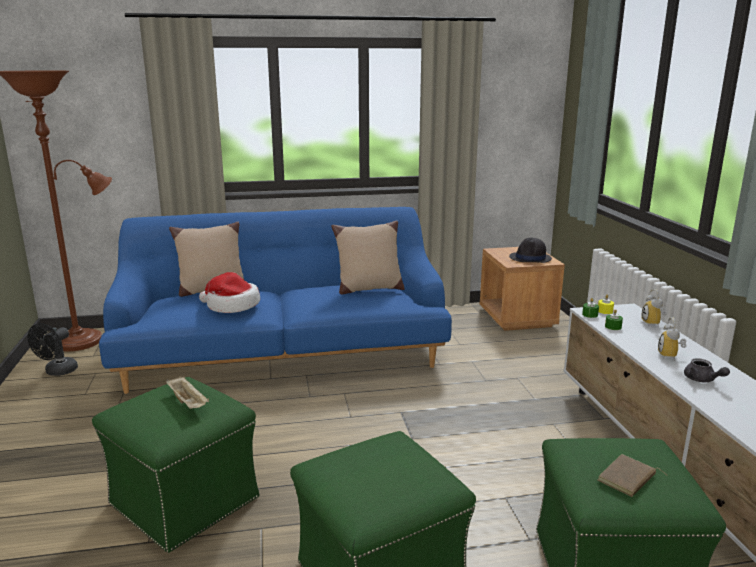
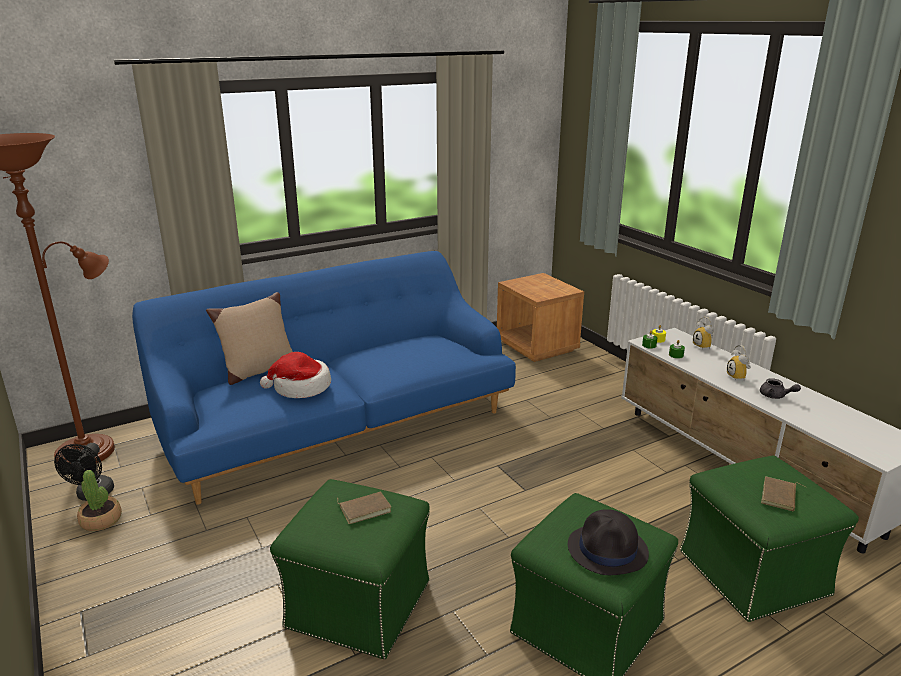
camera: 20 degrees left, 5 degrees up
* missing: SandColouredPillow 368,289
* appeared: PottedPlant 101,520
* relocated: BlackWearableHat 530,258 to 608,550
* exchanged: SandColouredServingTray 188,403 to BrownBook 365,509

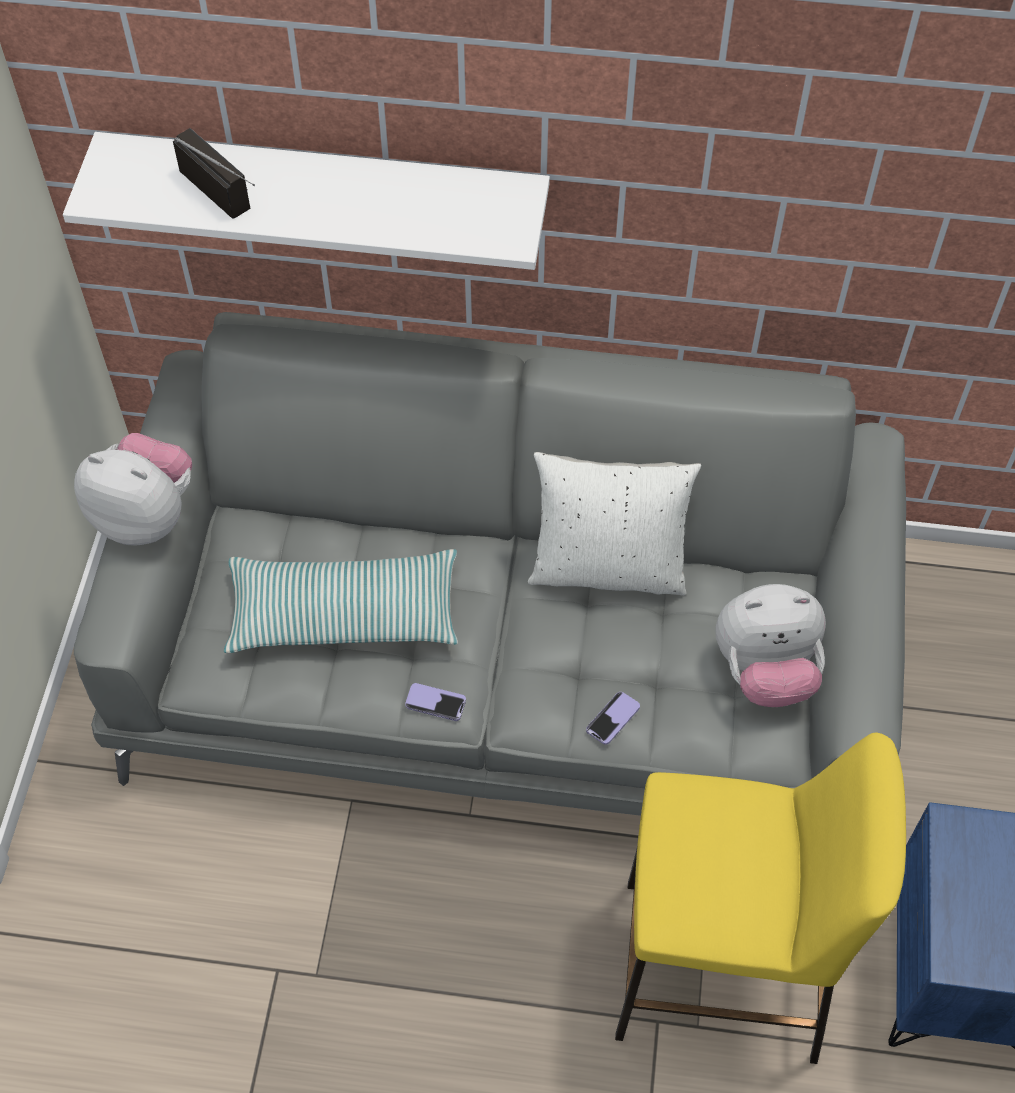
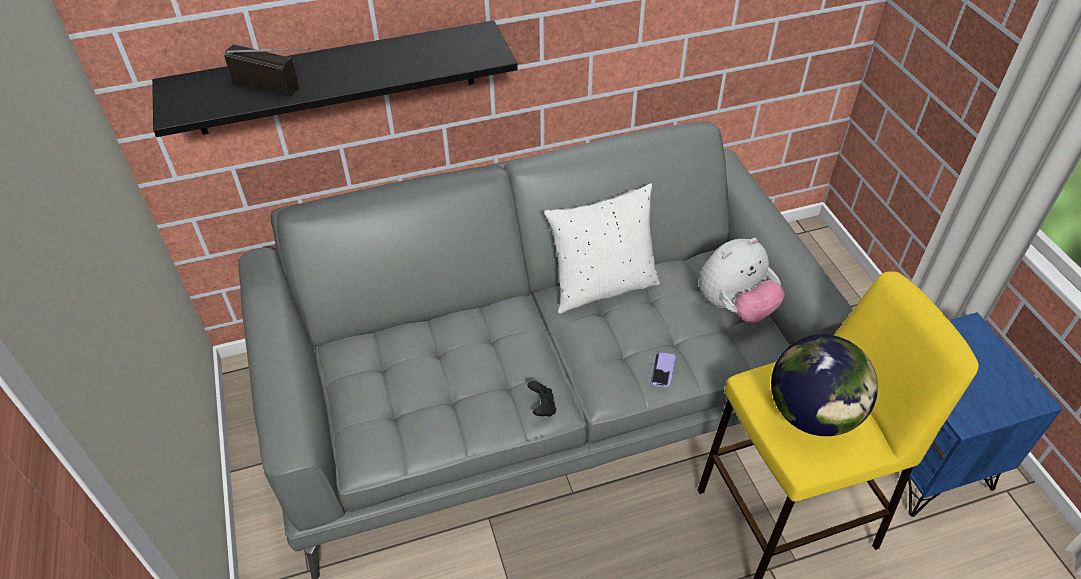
camera: 25 degrees left, 10 degrees down
* missing: SoftToy 146,515
* missing: Pillow 344,614
* appeared: Globe 812,414
* exchanged: Telephone 435,703 to BlackJoypad 542,407
* colour: WhitishShelf 324,188 to BlackShelf 336,78

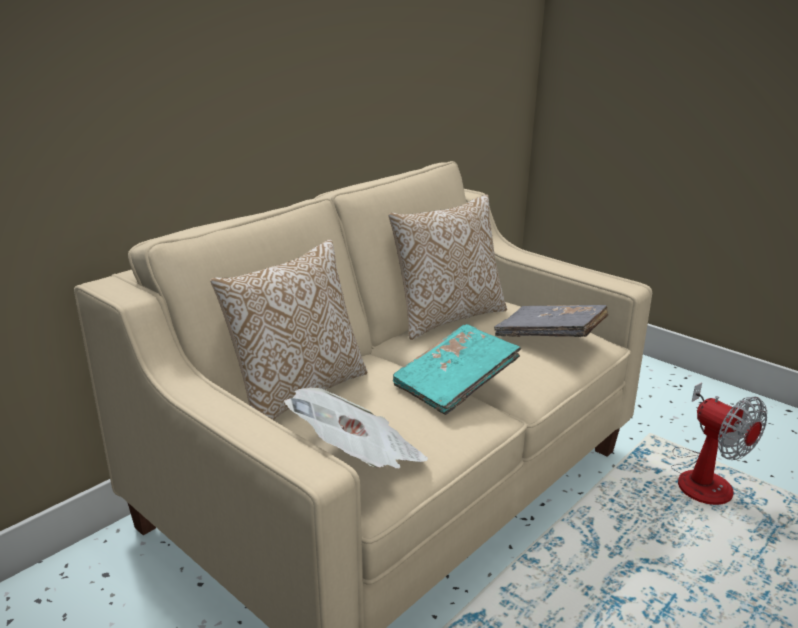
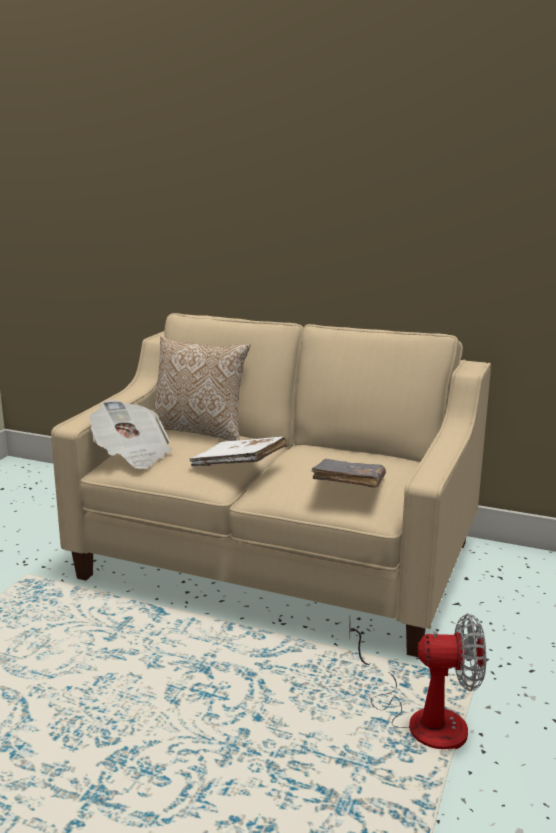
camera: 70 degrees right, 5 degrees down
* missing: Pillow 446,317
* colour: BlueGreenBook 455,384 to WhitishBook 239,466
* spun: ElectricFan 702,477 = 422,718 120 degrees counterclockwise

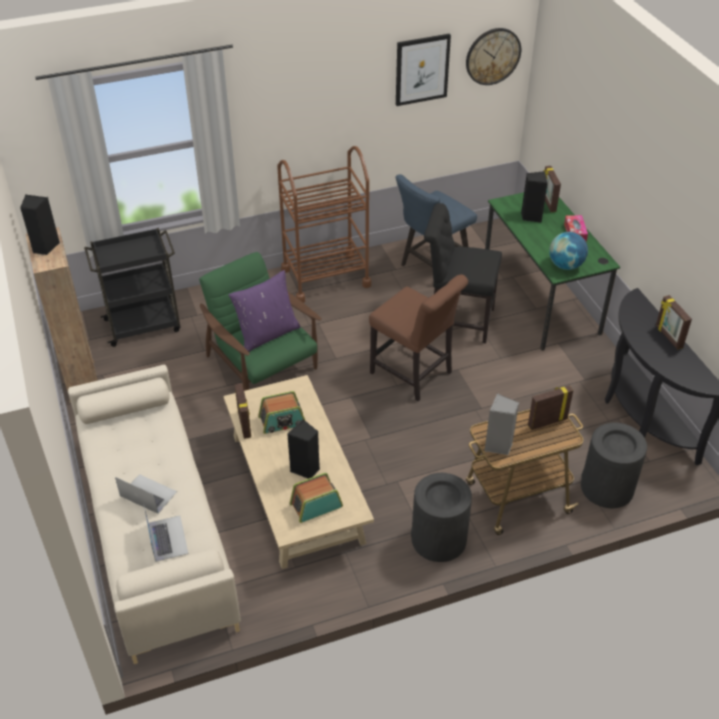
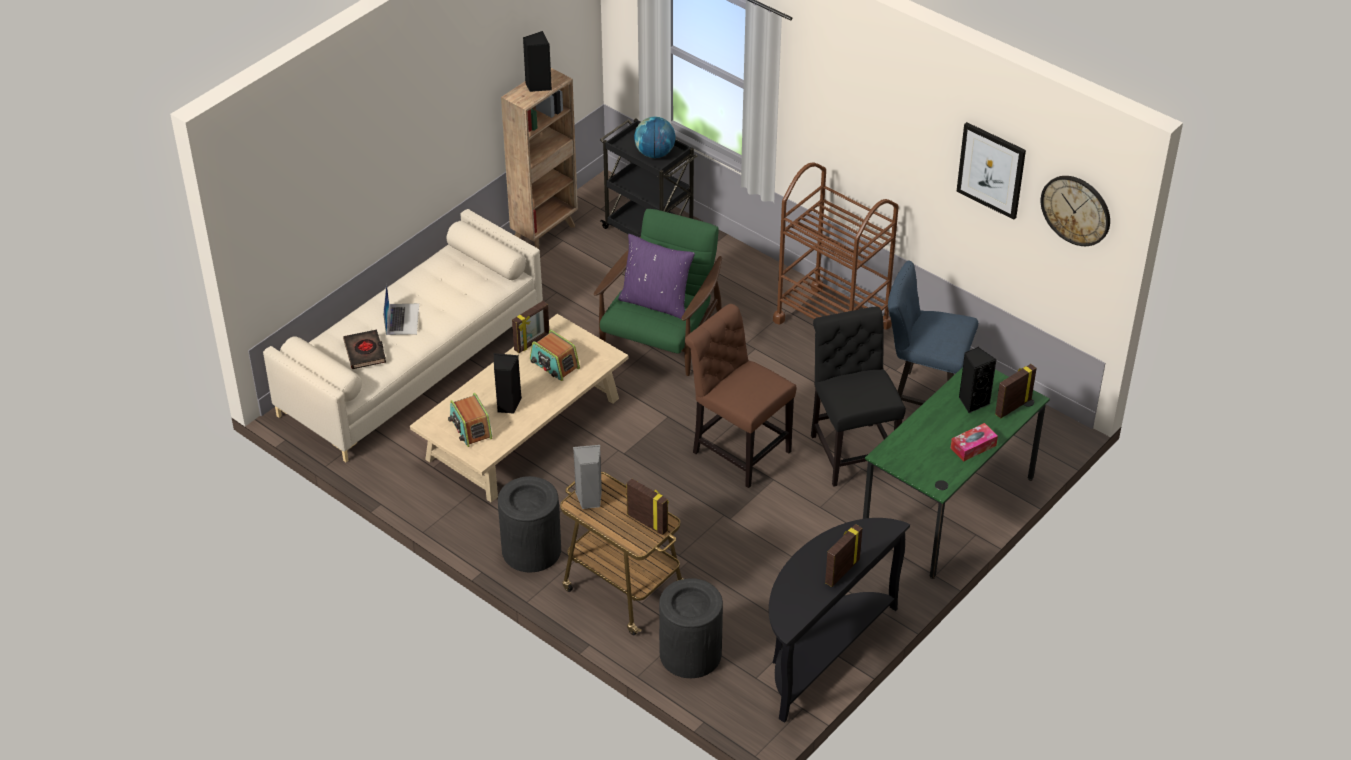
camera: 60 degrees right, 0 degrees up
* relocated: Globe 565,265 to 655,153
* exchanged: NotebookComputer 167,538 to BlackBook 365,352
* spun: RadioReceiver 315,505 = 470,428 150 degrees counterclockwise
* spun: BrownUprightChair 414,375 = 737,450 120 degrees clockwise

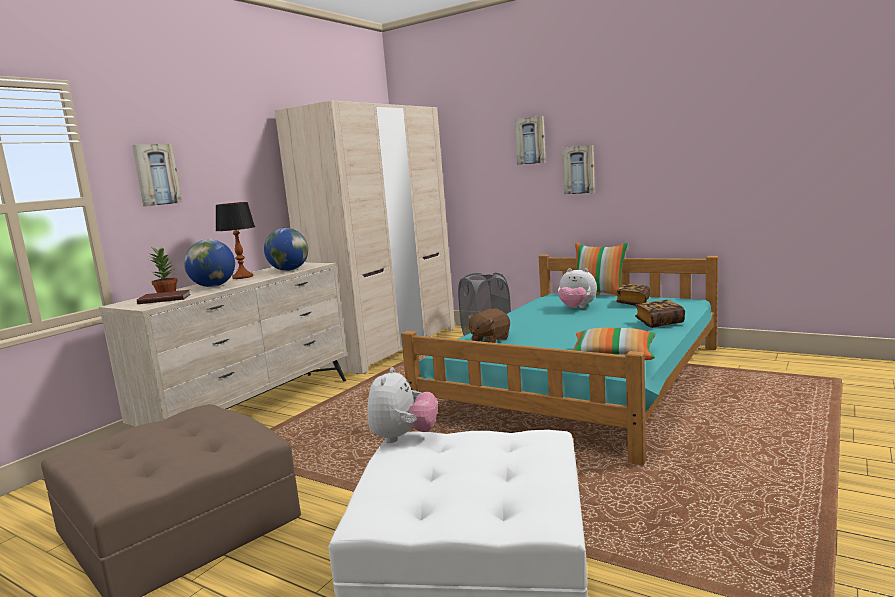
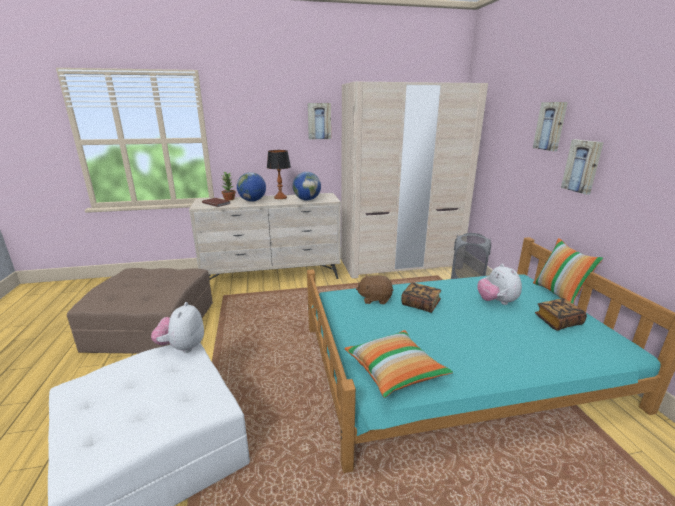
camera: 45 degrees right, 10 degrees up
* relocated: WallPicture 156,175 to 319,121
* relocated: Book 659,323 to 420,304
* spun: SoftToy 403,438 = 182,347 120 degrees clockwise

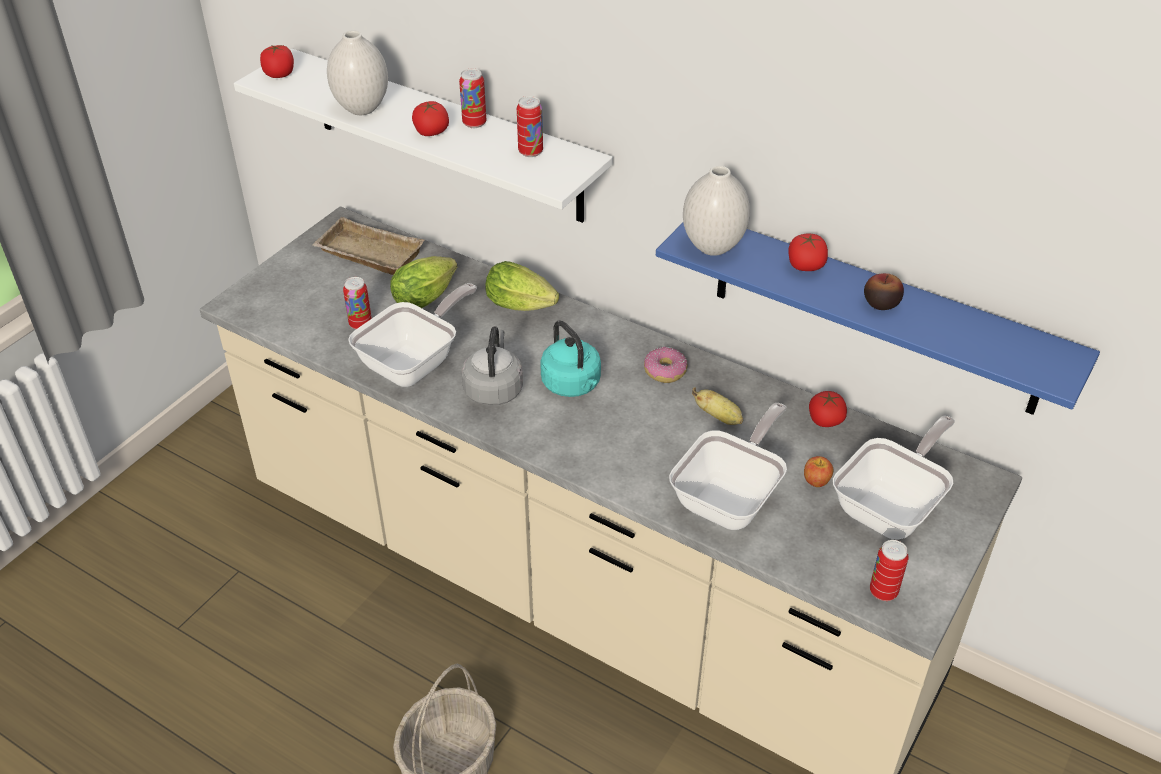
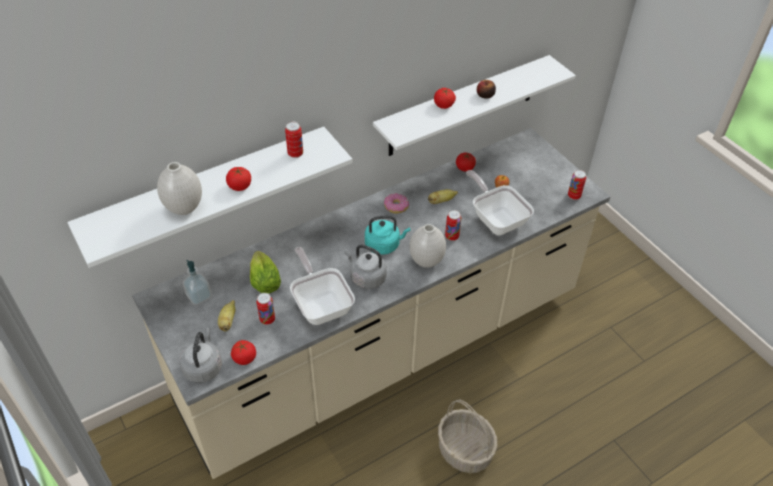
camera: 65 degrees left, 5 degrees up
* missing: Lettuce 524,306
* missing: Pan 892,507
* appeared: GreyTeaKettle 203,367
* appeared: Banana 228,321
* relocated: WholeTomato 279,74 to 245,358
* relocated: SealedCan 474,123 to 452,236
* relocated: WhitishFlowerVase 713,248 to 427,261
* exchanged: SandColouredServingTray 367,255 to SoapDispenser 199,296
* colour: BlueColouredShelf 875,314 to WhitishShelf 463,106

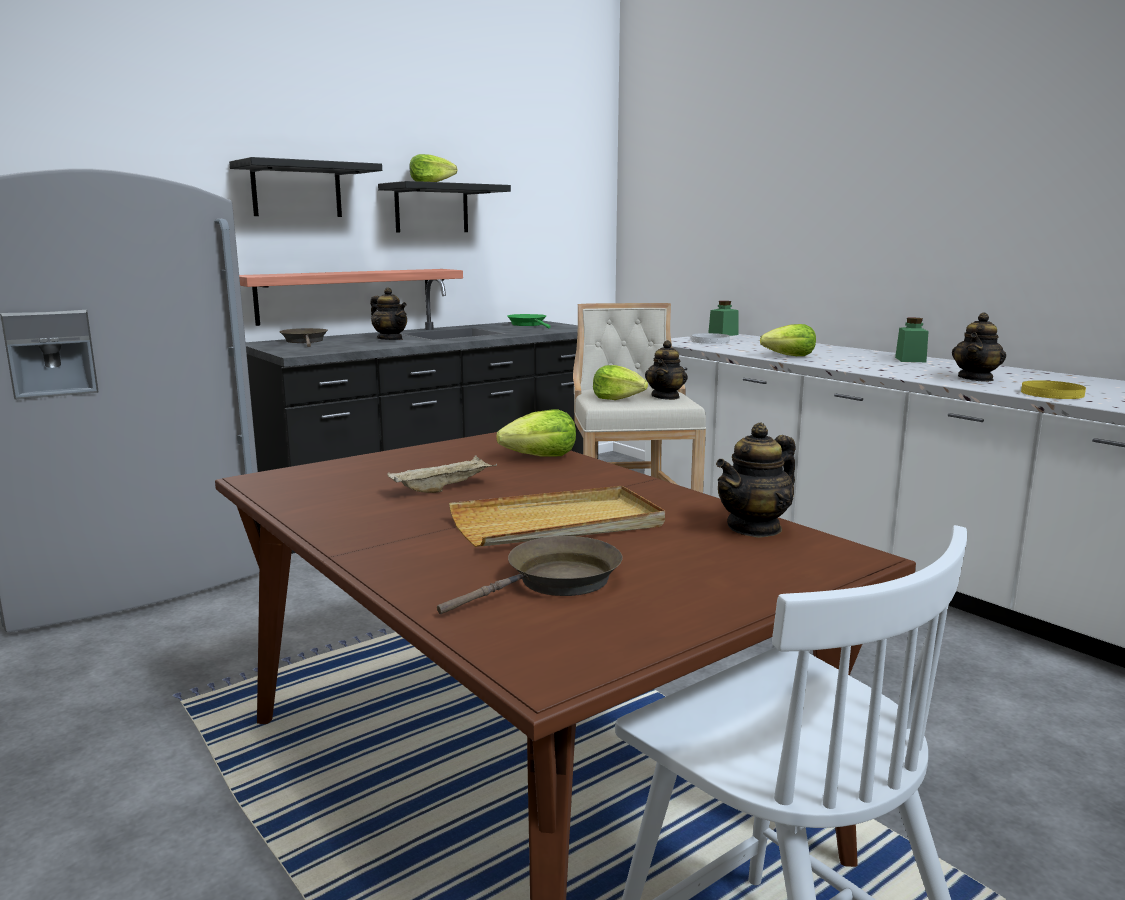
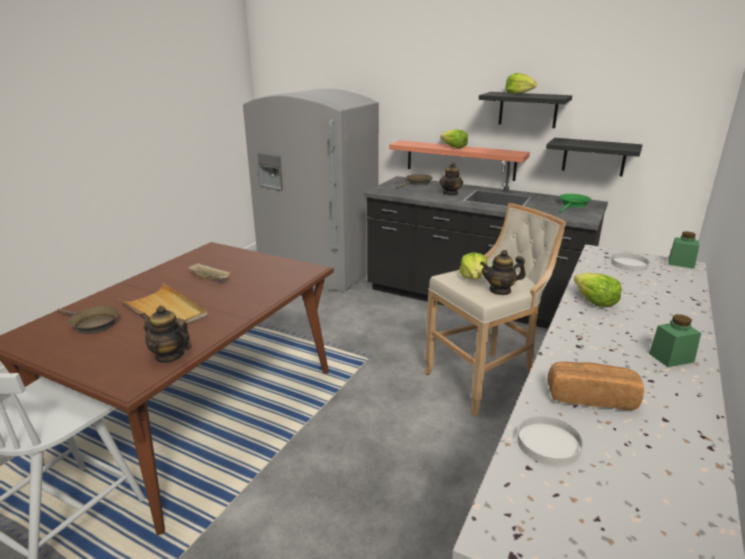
camera: 65 degrees right, 10 degrees up
* relocated: BlackShelf 296,190 to 594,157
* relocated: Lettuce 540,457 to 454,147
* exchanged: TeaPot 976,378 to Bread 591,397
* colour: YellowColouredFlatDish 1052,393 to WhitishFlatDish 549,444

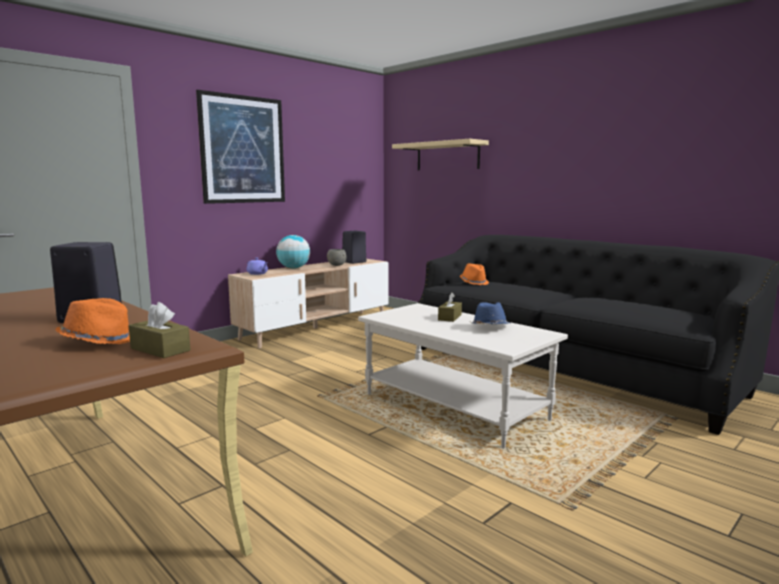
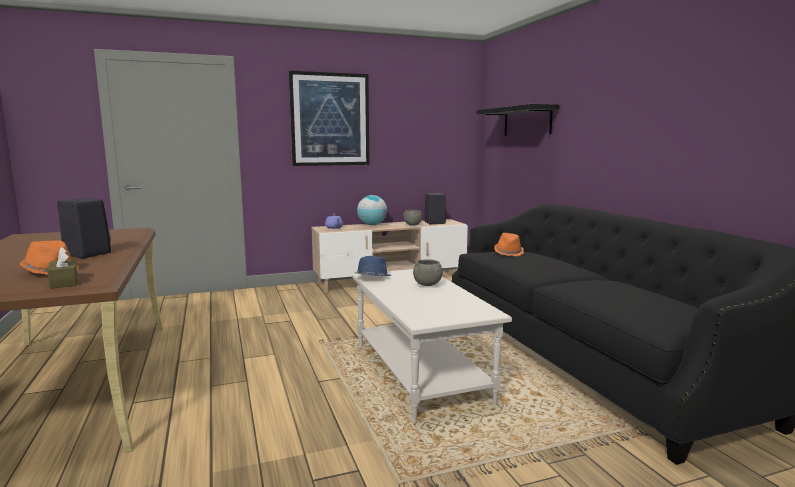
camera: 25 degrees right, 0 degrees up
* relocated: BlueColouredWearableHat 489,327 to 372,278
* exchanged: BrownBoxOfTissues 450,317 to GreyDeepDish 427,285
* colour: SandColouredShelf 447,156 to BlackShelf 527,121

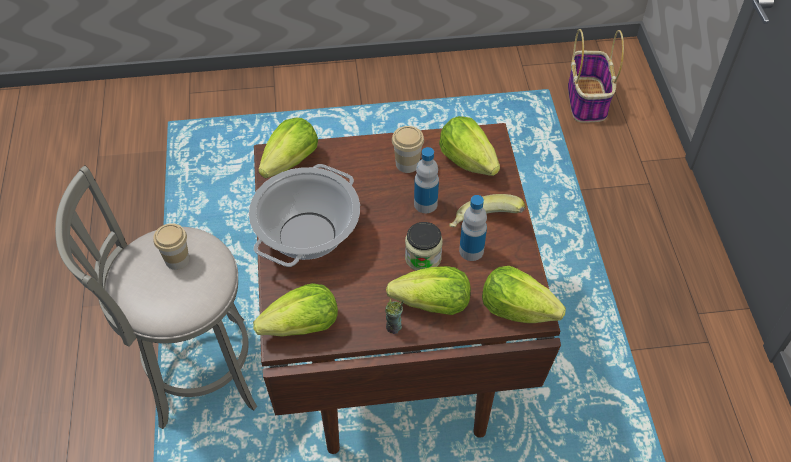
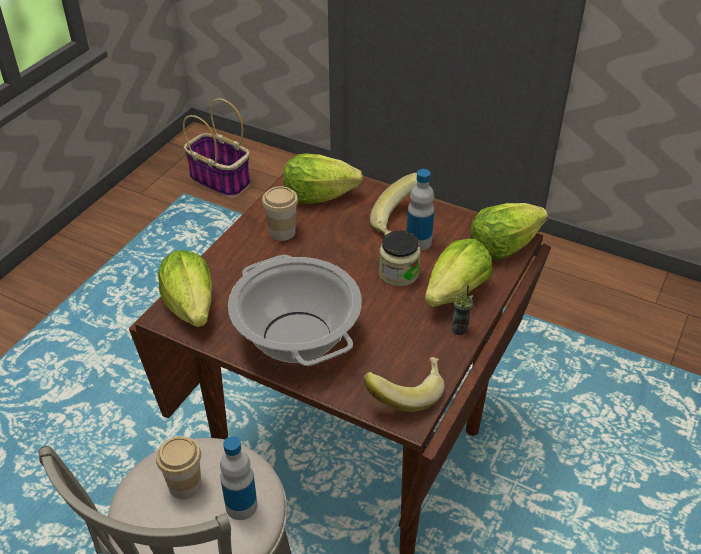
camera: 55 degrees left, 10 degrees down
* relocated: Bottle 425,204 to 241,506
* exchanged: Lettuce 302,327 to Banana 405,393

